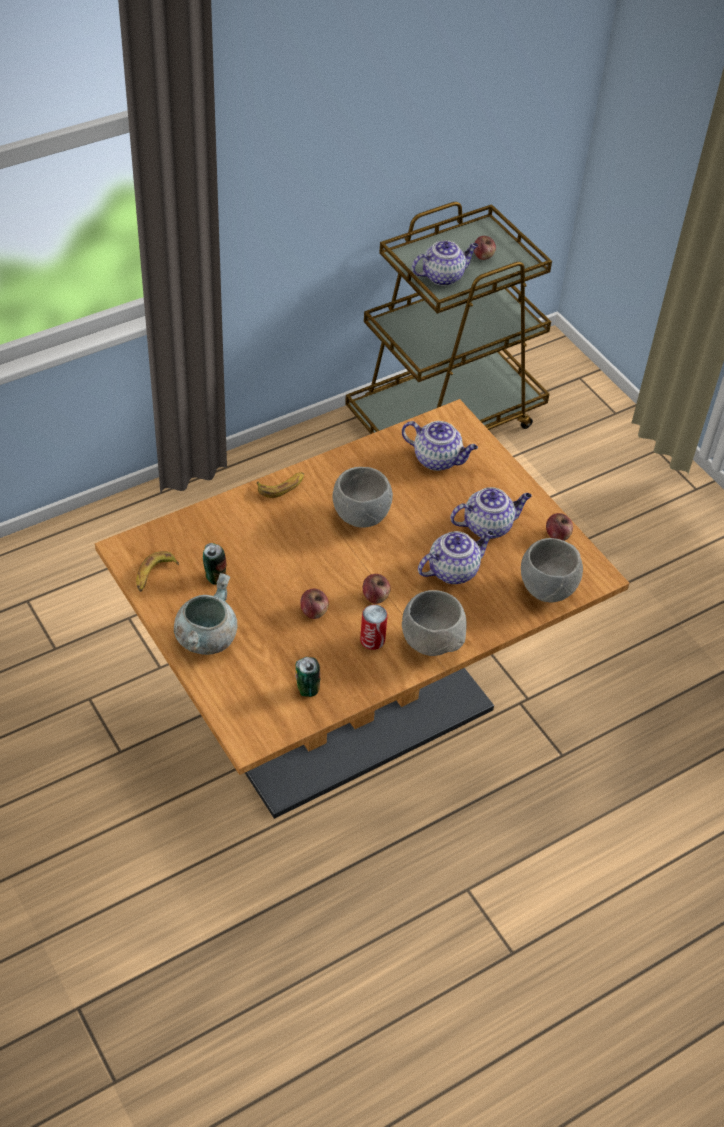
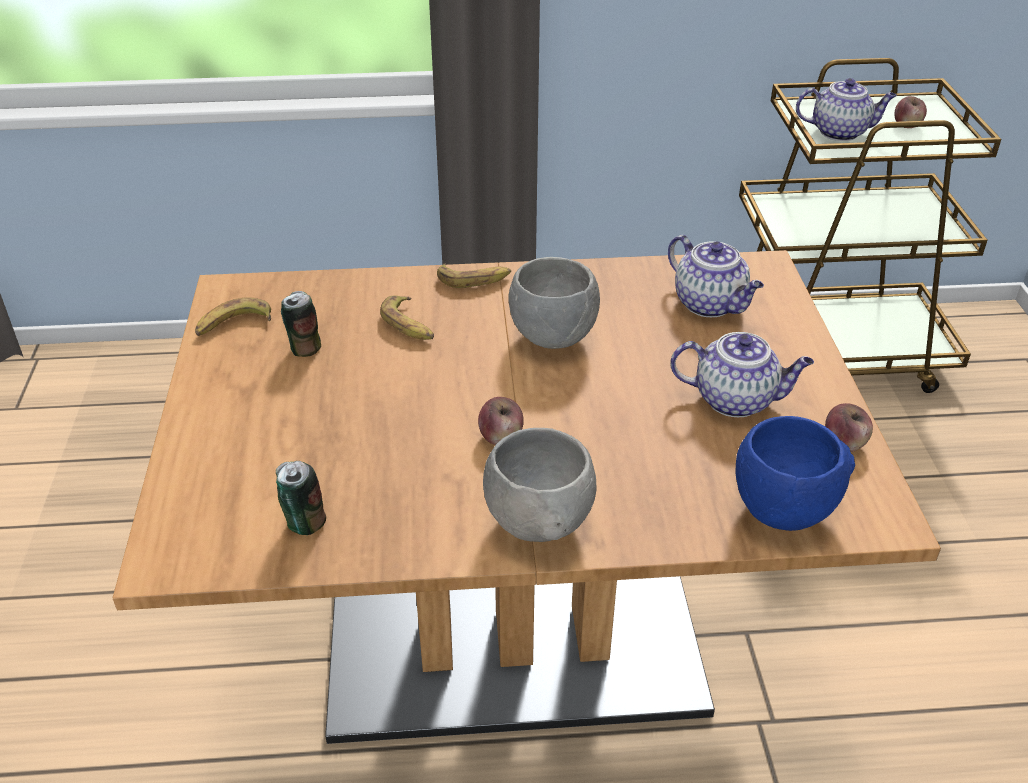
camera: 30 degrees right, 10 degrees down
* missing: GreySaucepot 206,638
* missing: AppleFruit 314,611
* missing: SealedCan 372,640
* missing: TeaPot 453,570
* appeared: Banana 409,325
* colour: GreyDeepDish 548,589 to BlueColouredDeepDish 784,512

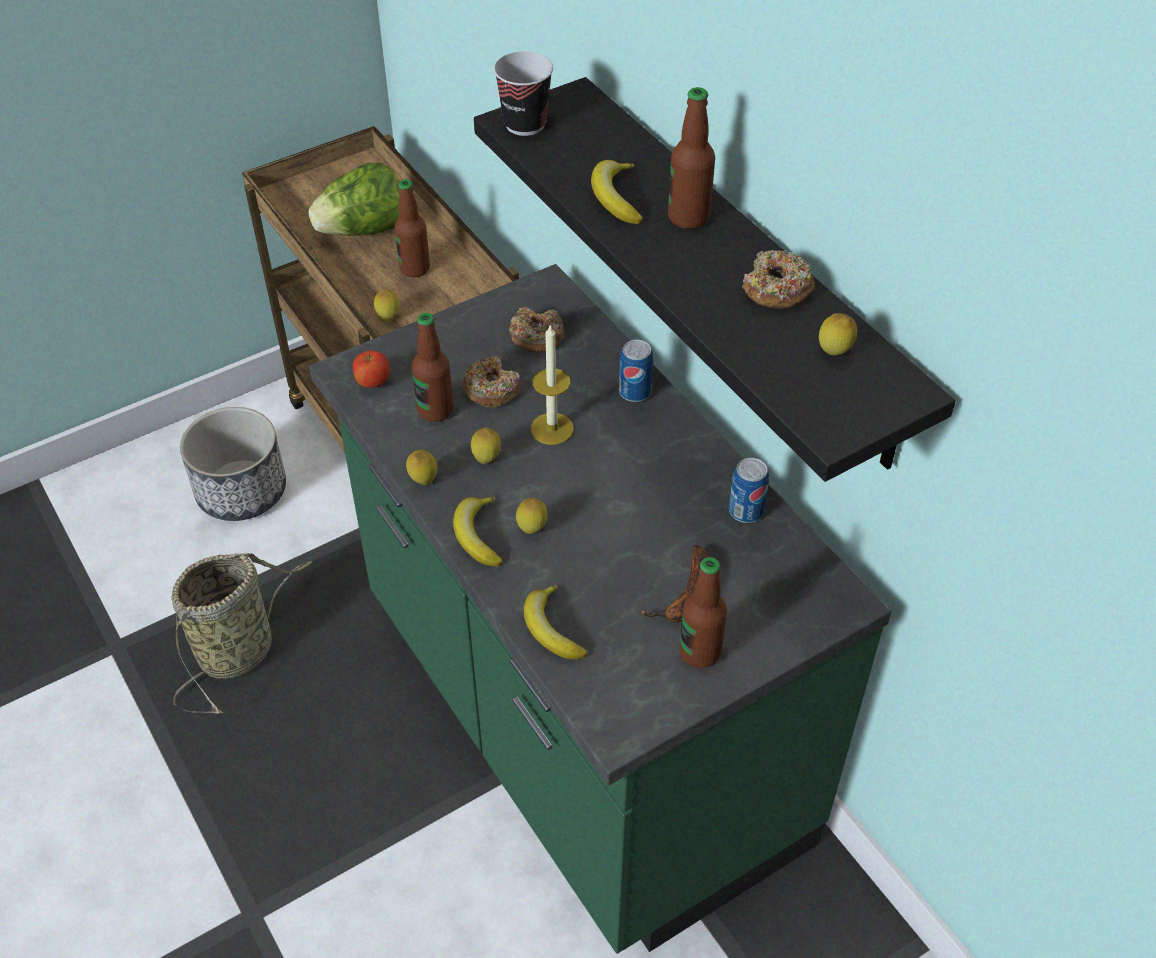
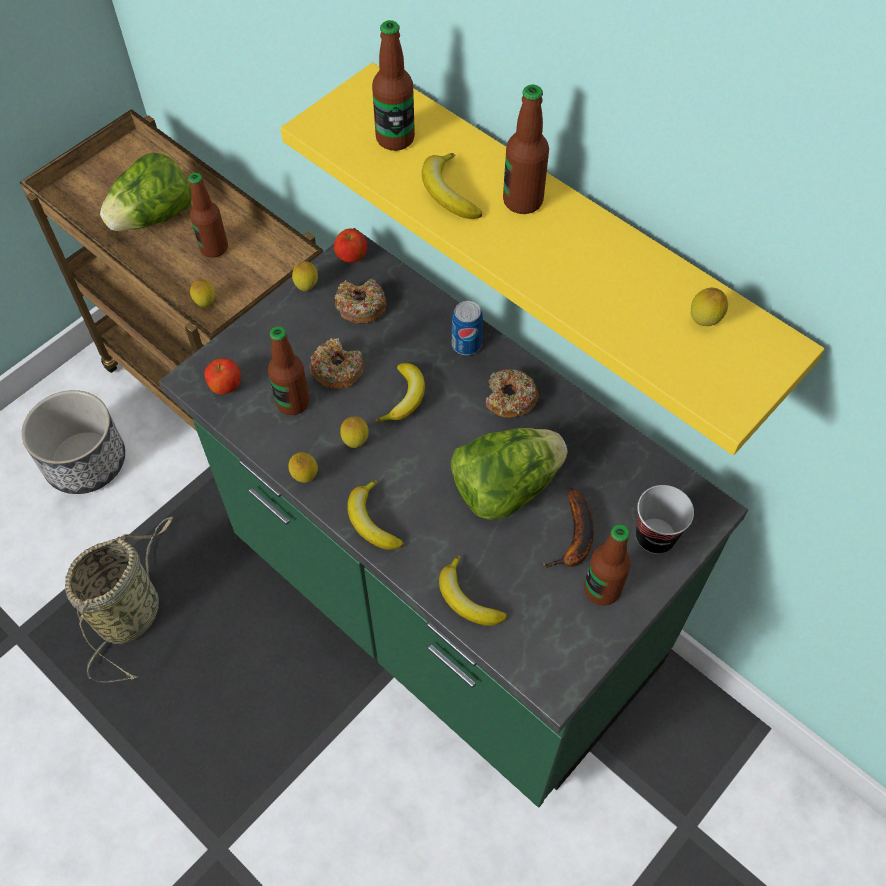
camera: 15 degrees left, 10 degrees up
* missing: SealedCan 746,511
* appeared: AppleFruit 351,257
* appeared: Bottle 395,138
* appeared: Lettuce 505,487
* relocated: Cup 525,124 to 655,537
* relocated: Lemon 532,530 to 307,287
* relocated: RingDoughnut 776,289 to 510,399
* exchanged: WaxCandle 552,429 to Banana 404,398
* colour: BlackShelf 742,272 to YellowColouredShelf 571,236

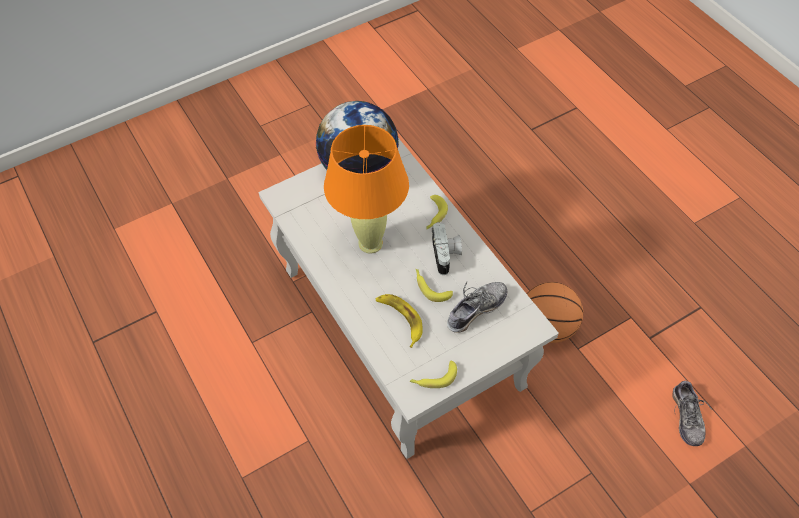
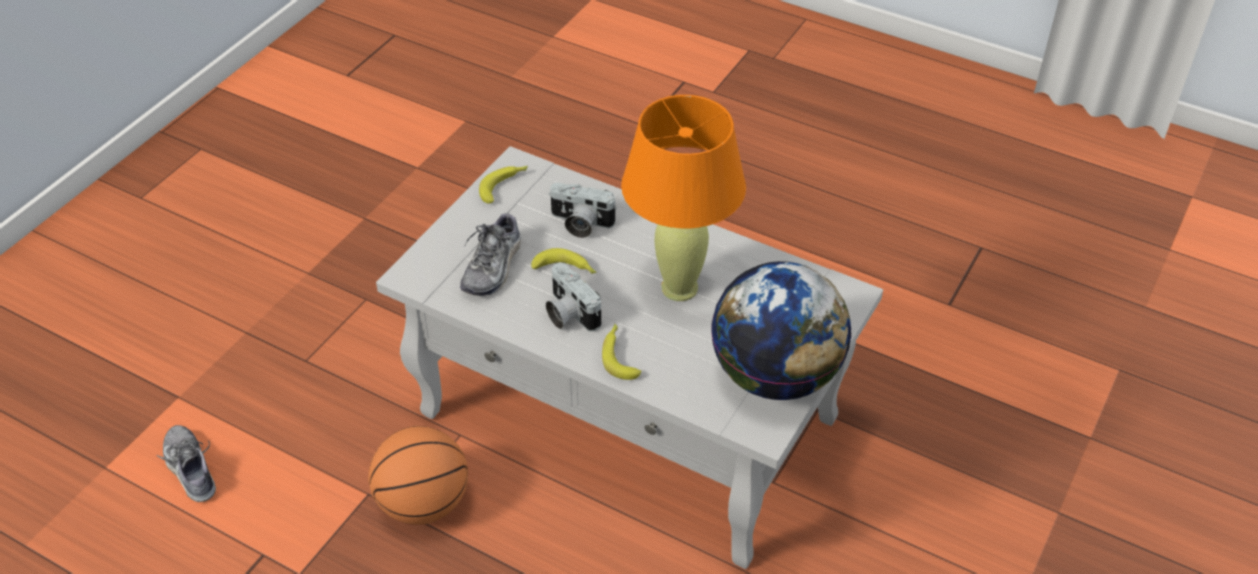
camera: 150 degrees right, 10 degrees down
* exchanged: Banana 400,319 to StillCamera 580,224

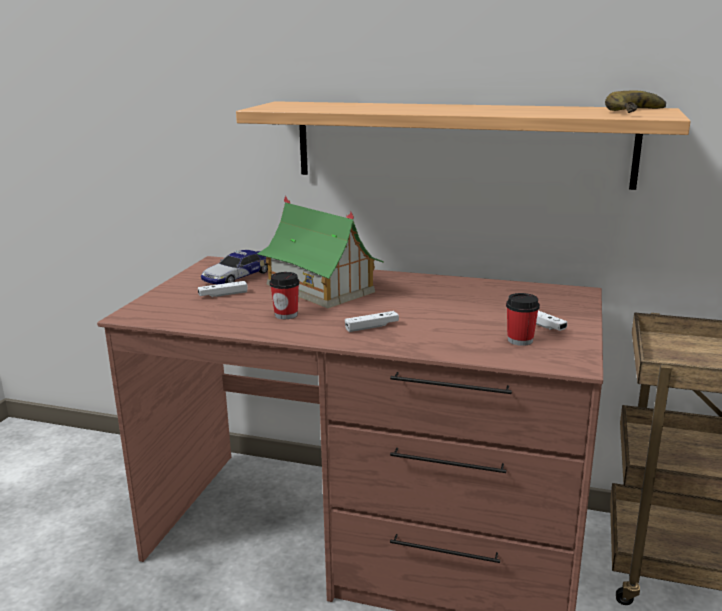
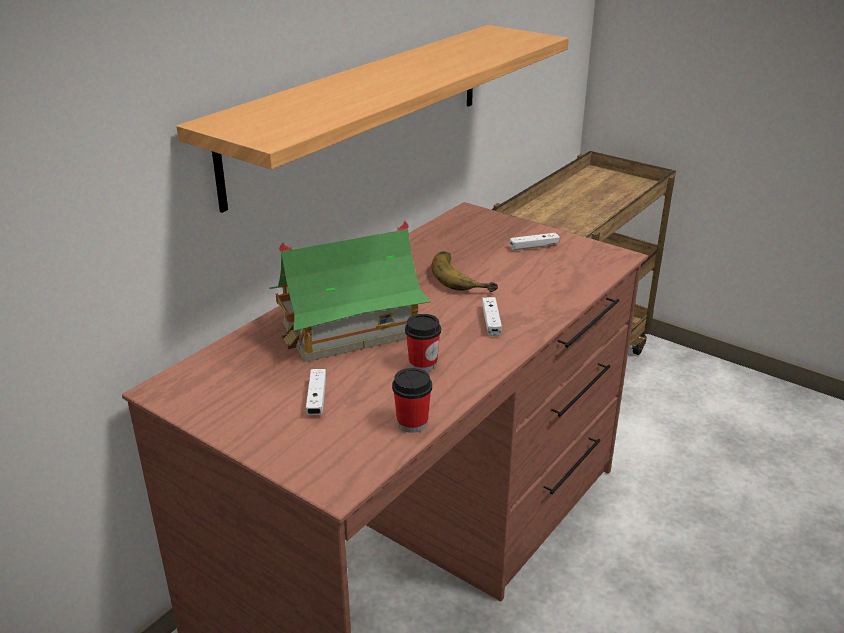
camera: 70 degrees left, 10 degrees up
* missing: ToyCar 240,276
* relocated: Cup 520,340 to 412,423
* relocated: Banana 643,111 to 464,276

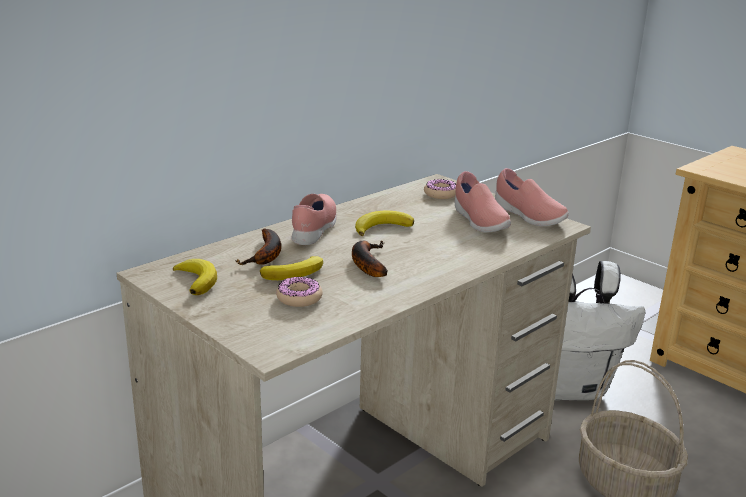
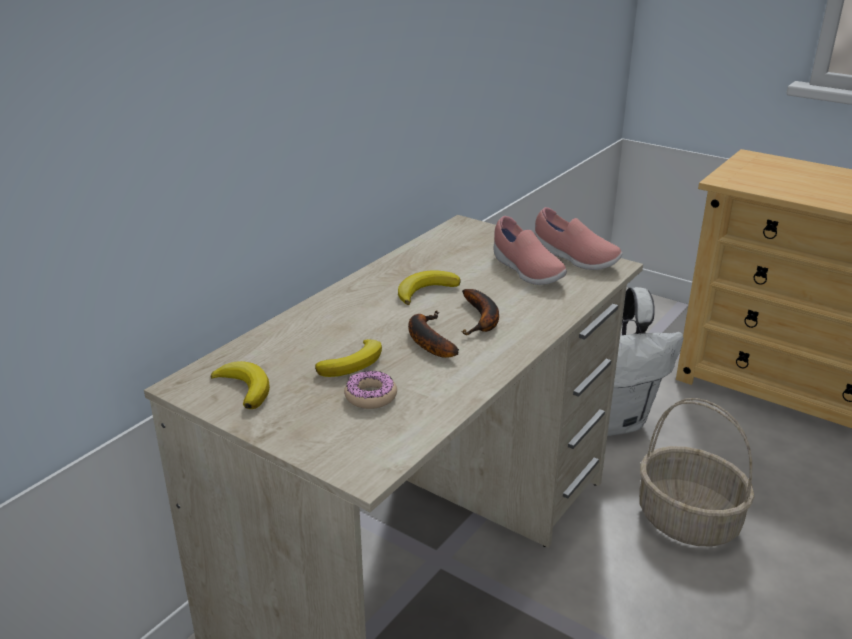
camera: 10 degrees left, 5 degrees up
* missing: PinkColouredLowShoe 315,230
* missing: RingDoughnut 440,194
* relocated: Banana 266,255 to 482,319

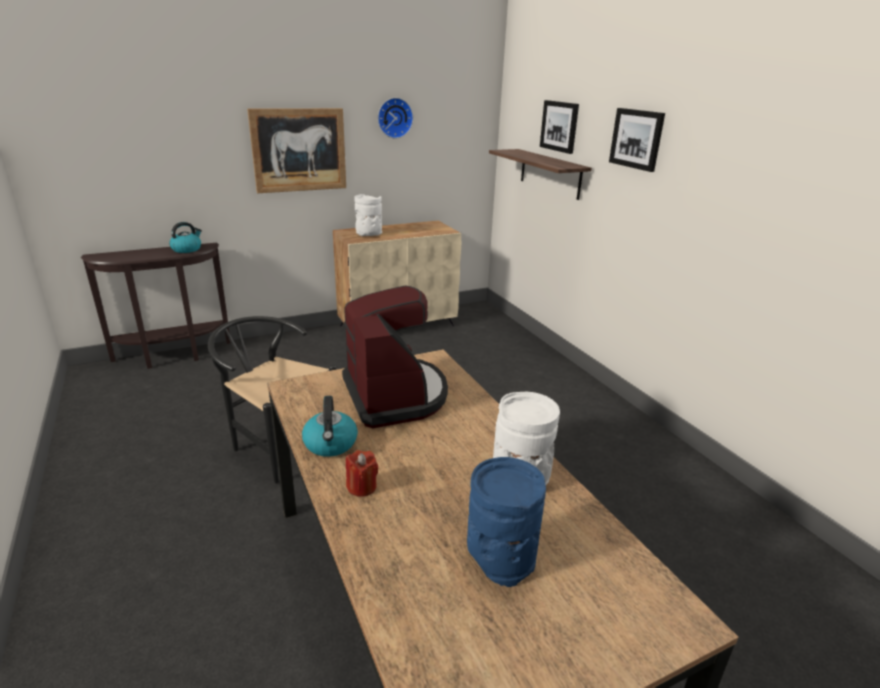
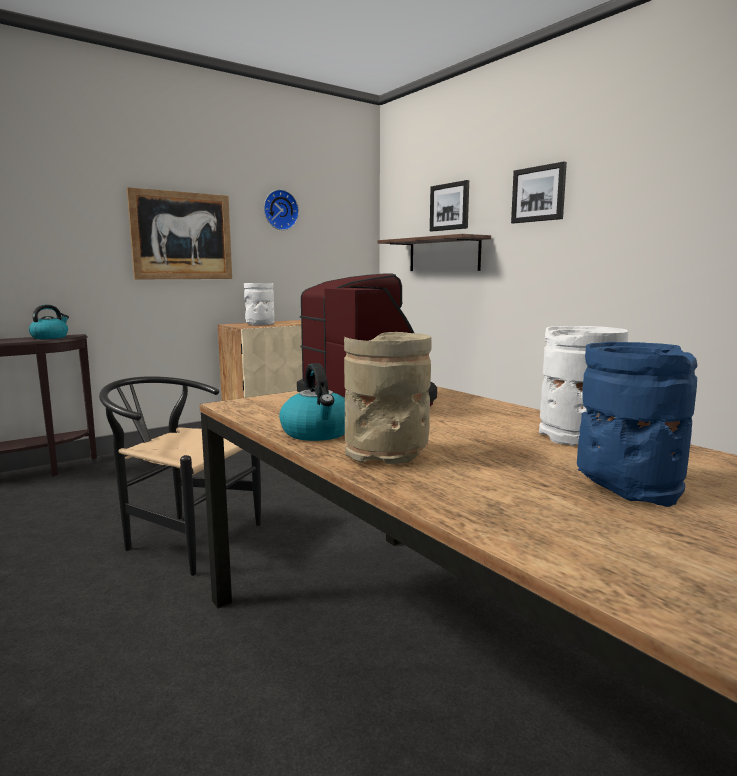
camera: 10 degrees left, 15 degrees down
* exchanged: RedWaxCandle 362,487 to SandColouredFlowerVase 387,456

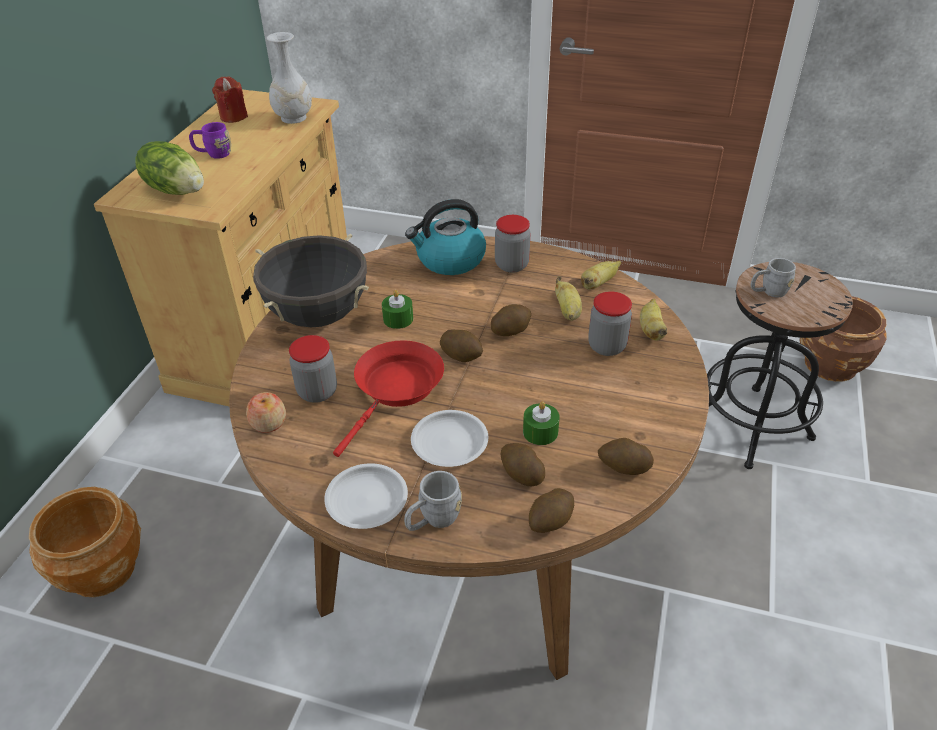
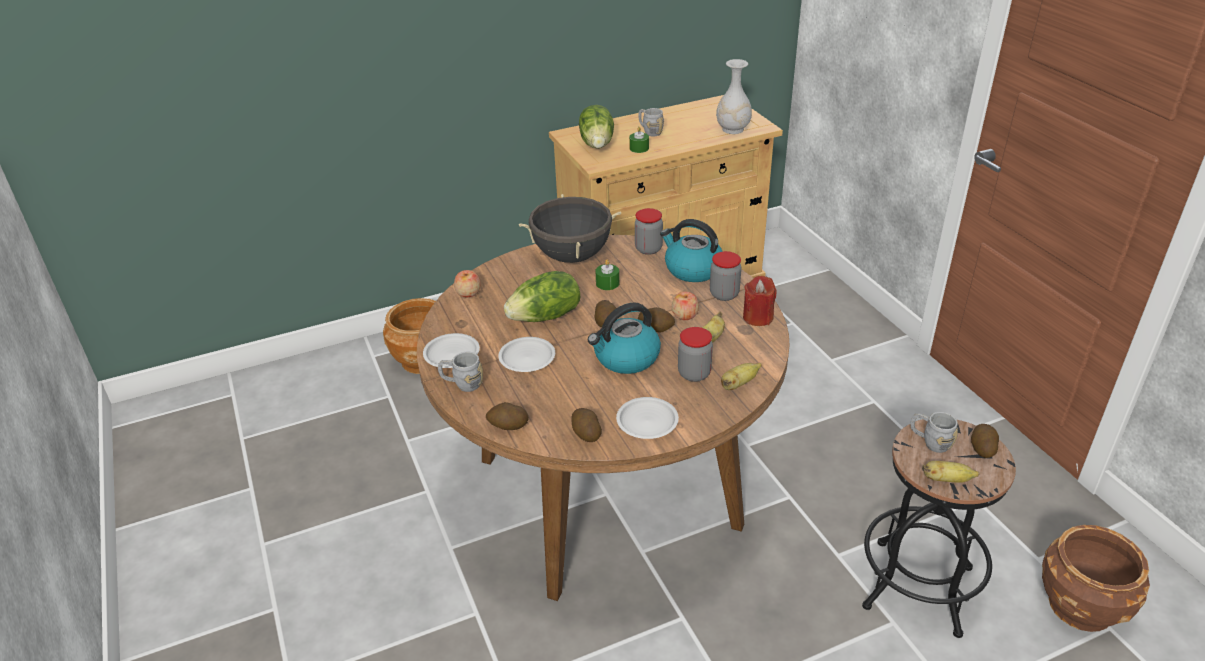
camera: 50 degrees right, 5 degrees down
* appeared: TeaKettle 626,358
* appeared: WhitishFlatDish 647,422
* appeared: AppleFruit 685,315
* relocated: RedWaxCandle 233,117 to 758,317
* relocated: Jar 317,392 to 648,249
* relocated: Spud 521,474 to 982,448
* relocated: GreenColouredWaxCandle 540,432 to 639,148
* relocated: Banana 598,284 to 946,480
* exchanged: RedPan 396,389 to Lettuce 546,317
* colour: PurpleColouredMug 213,154 to GreyMug 649,131

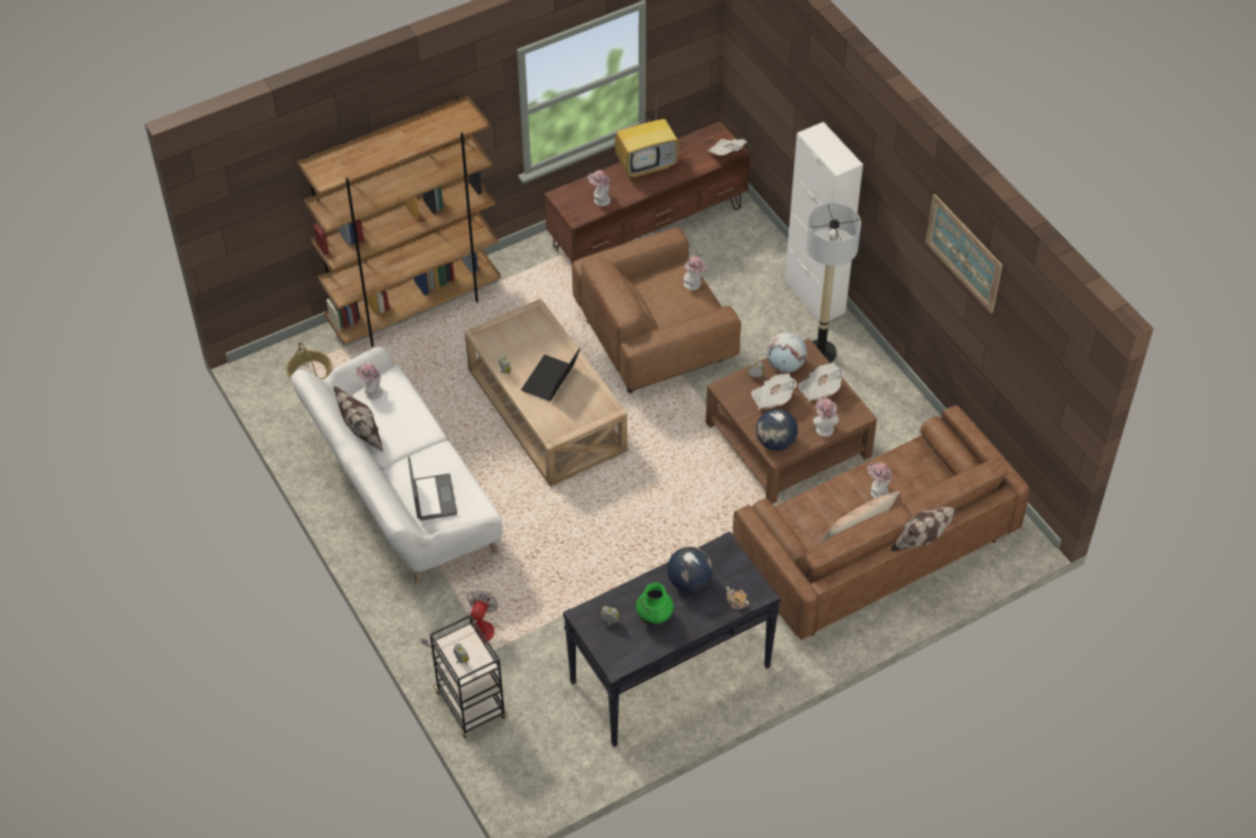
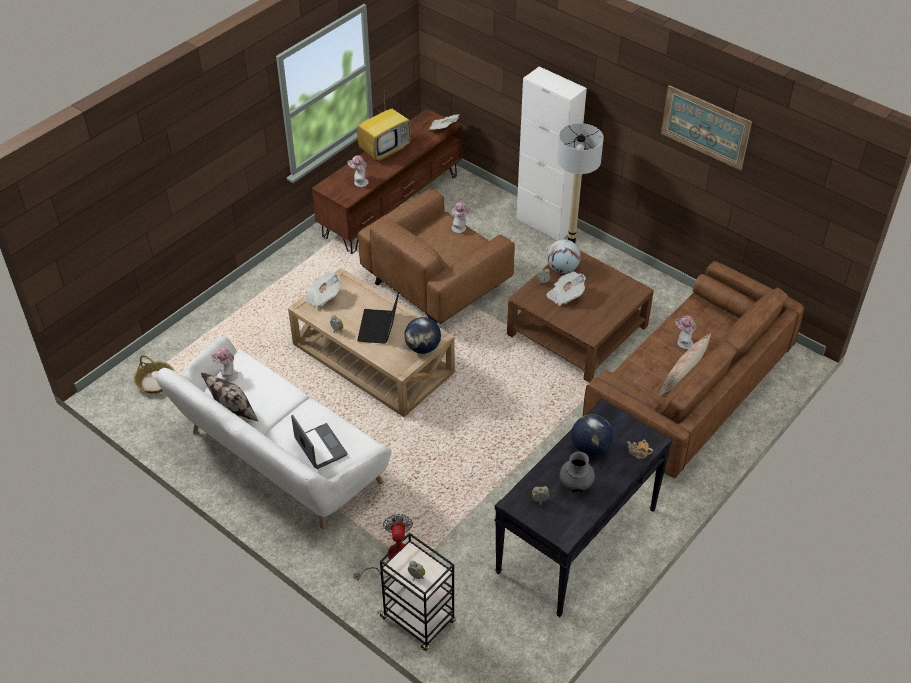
camera: 20 degrees left, 5 degrees down
* missing: BrownBookshelf 415,308
* missing: WearableHat 824,427
* missing: Pillow 922,544
* relocated: Globe 776,443 to 423,348
* relocated: DailyPaper 819,389 to 322,297
* colour: GreenColouredFlowerVase 654,616 to GreyFlowerVase 575,485

